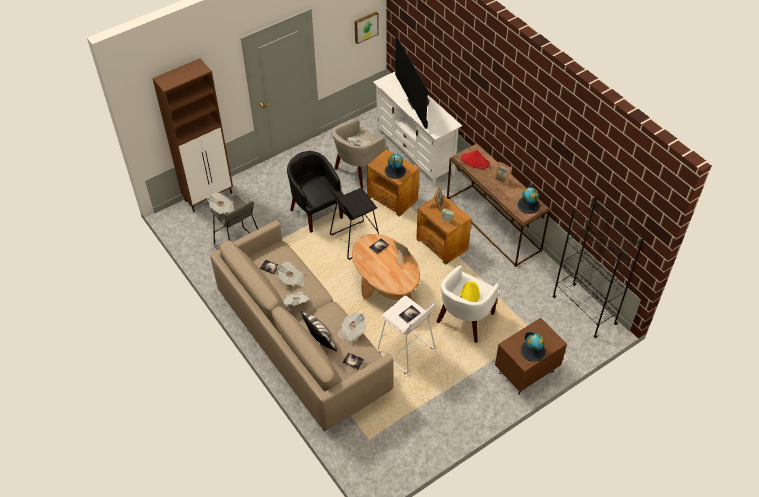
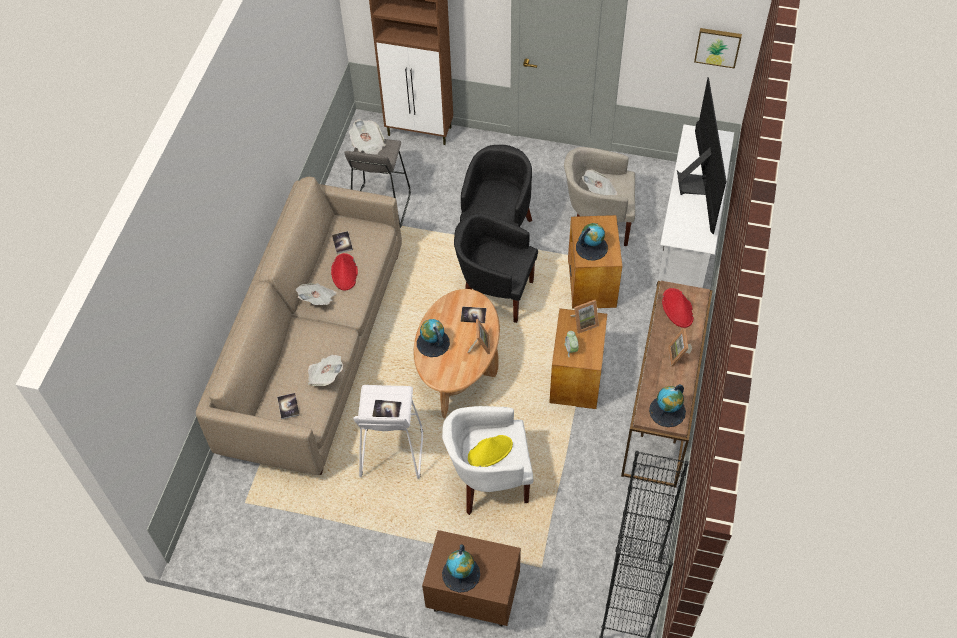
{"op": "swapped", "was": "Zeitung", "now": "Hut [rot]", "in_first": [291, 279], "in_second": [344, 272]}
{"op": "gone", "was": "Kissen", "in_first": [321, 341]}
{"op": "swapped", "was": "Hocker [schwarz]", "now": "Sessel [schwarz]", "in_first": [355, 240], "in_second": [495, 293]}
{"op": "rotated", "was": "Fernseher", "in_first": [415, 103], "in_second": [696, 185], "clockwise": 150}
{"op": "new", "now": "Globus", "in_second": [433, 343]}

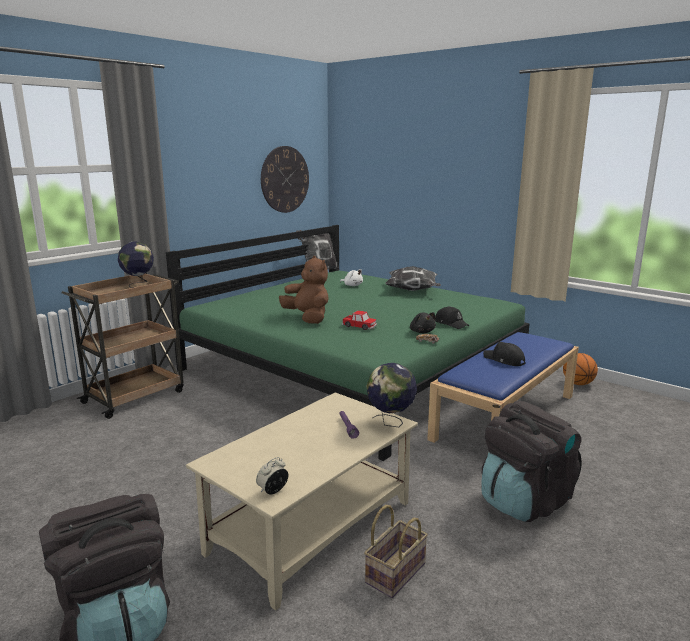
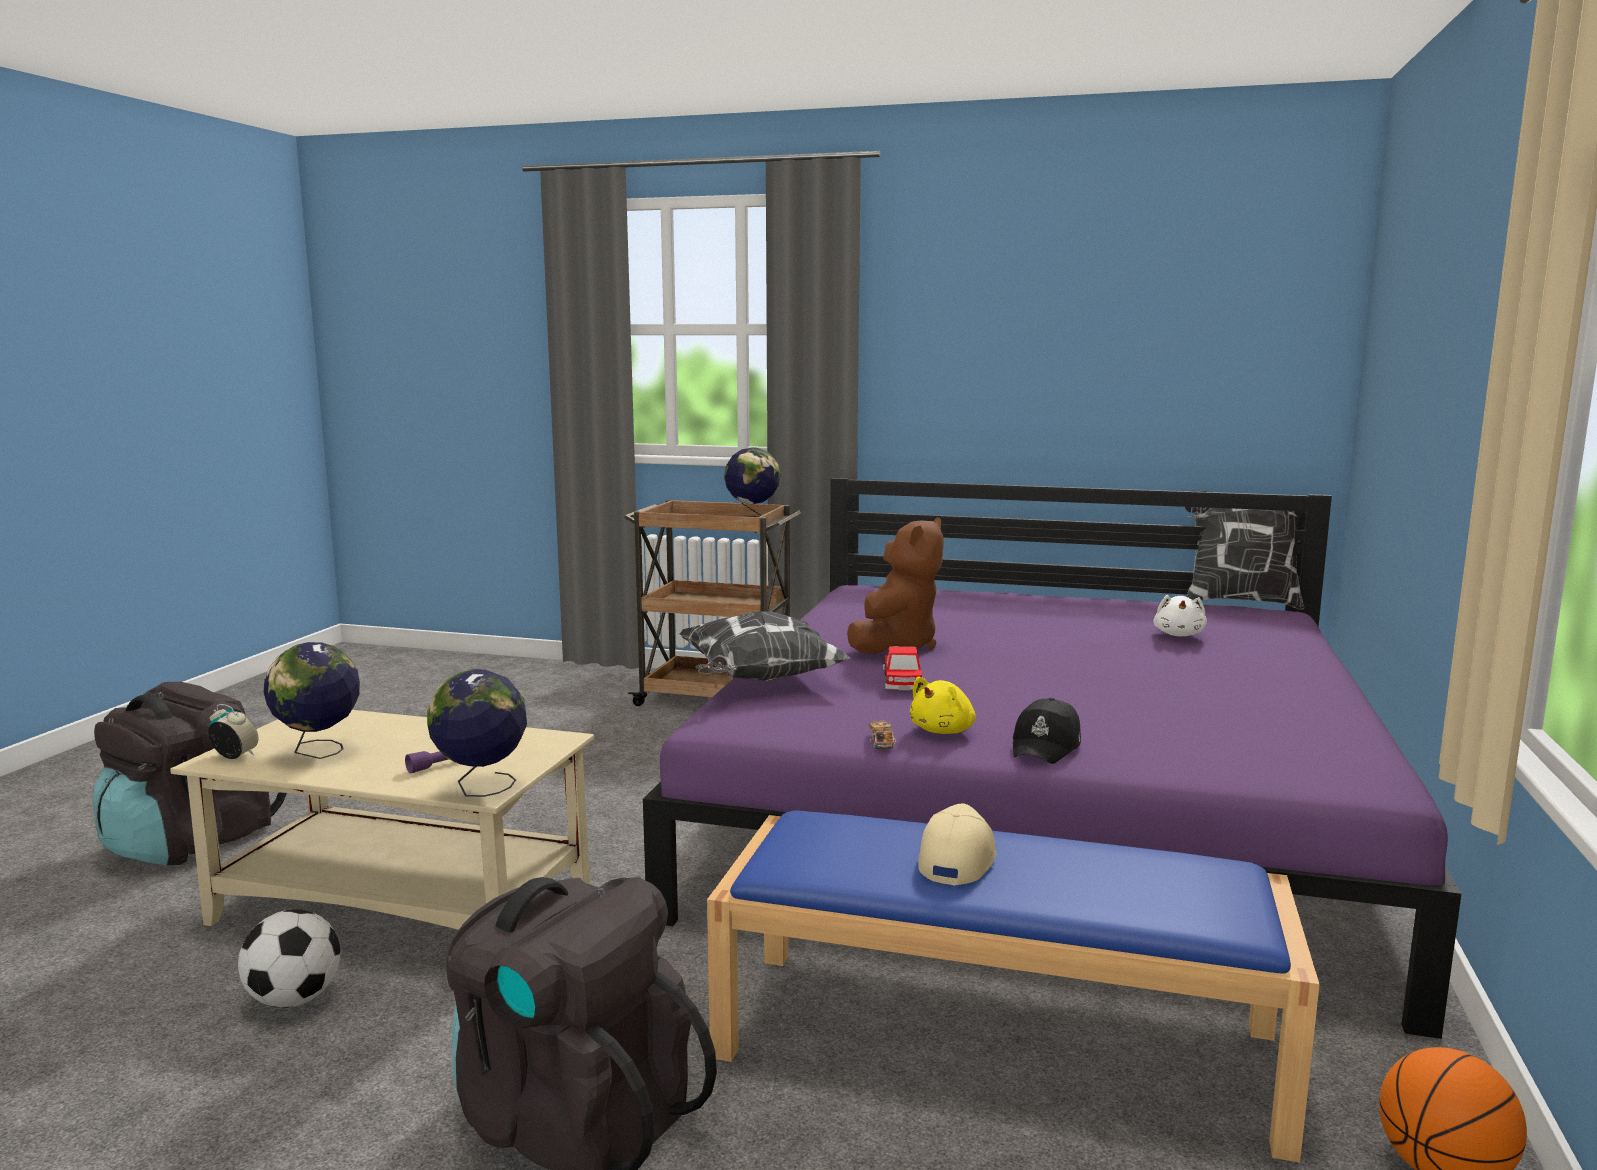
{"op": "repainted", "was": "Bett [grün]", "now": "Bett [lila]", "in_first": [353, 367], "in_second": [1039, 811]}
{"op": "gone", "was": "Wanduhr", "in_first": [285, 179]}
{"op": "swapped", "was": "Korb", "now": "Fußball", "in_first": [395, 571], "in_second": [294, 999]}
{"op": "shifted", "was": "Kissen", "in_first": [413, 291], "in_second": [759, 681]}
{"op": "repainted", "was": "Plüschtier [schwarz]", "now": "Plüschtier [gelb]", "in_first": [422, 332], "in_second": [944, 730]}
{"op": "repainted", "was": "Kappe [schwarz]", "now": "Kappe [beige]", "in_first": [504, 360], "in_second": [956, 859]}
{"op": "new", "now": "Globus", "in_second": [318, 752]}

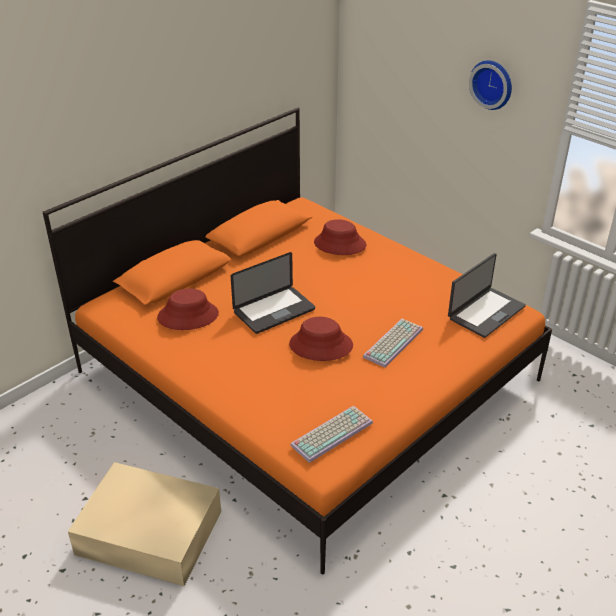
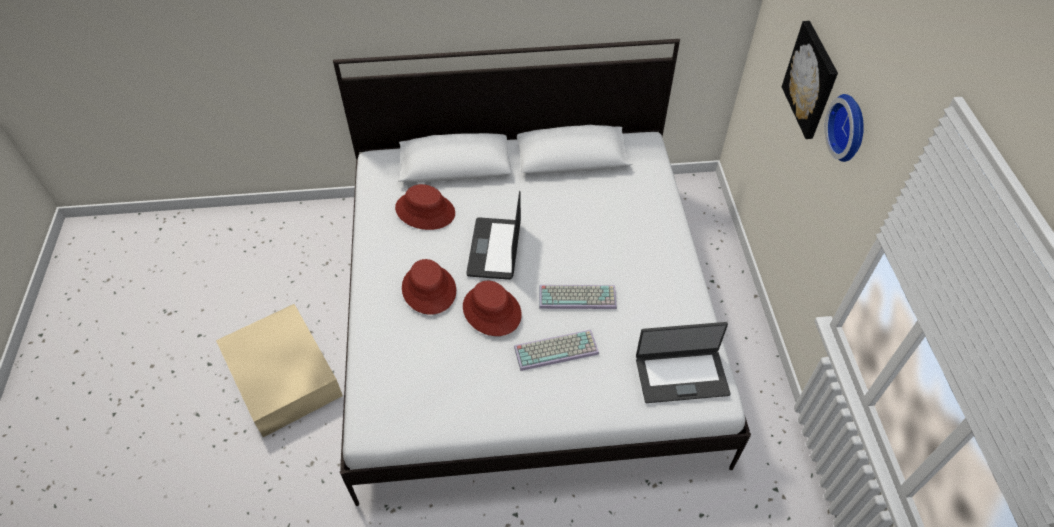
{"op": "repainted", "was": "Bett [orange]", "now": "Bett [weiß]", "in_first": [307, 375], "in_second": [527, 317]}
{"op": "rotated", "was": "Laptop", "in_first": [274, 311], "in_second": [494, 249], "clockwise": 90}
{"op": "shifted", "was": "Tastatur", "in_first": [332, 432], "in_second": [578, 296]}
{"op": "shifted", "was": "Hut [rot]", "in_first": [339, 244], "in_second": [428, 289]}
{"op": "new", "now": "Bild", "in_second": [812, 80]}

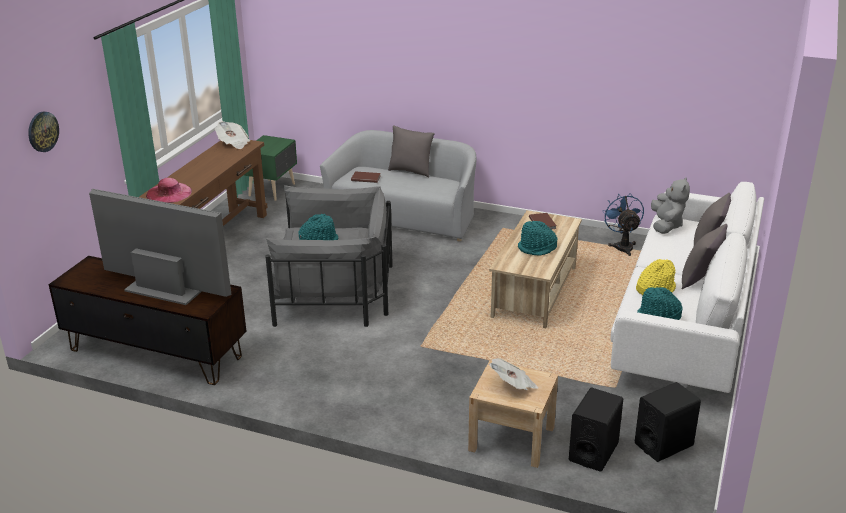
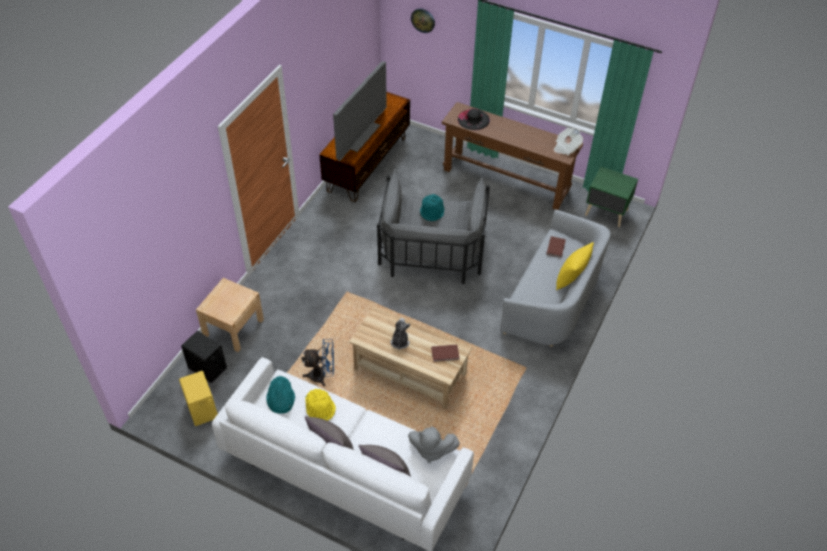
{"op": "repainted", "was": "Hut [rosa]", "now": "Hut [schwarz]", "in_first": [169, 193], "in_second": [473, 119]}
{"op": "repainted", "was": "Kissen [grau]", "now": "Kissen [gelb]", "in_first": [411, 171], "in_second": [571, 279]}
{"op": "gone", "was": "Zeitung", "in_first": [513, 385]}
{"op": "swapped", "was": "Hut [türkis]", "now": "Plüschtier", "in_first": [537, 248], "in_second": [400, 342]}
{"op": "shifted", "was": "Ventilator [blau]", "in_first": [622, 246], "in_second": [322, 376]}
{"op": "repainted", "was": "Lautsprecher [schwarz]", "now": "Lautsprecher [gelb]", "in_first": [663, 444], "in_second": [202, 409]}

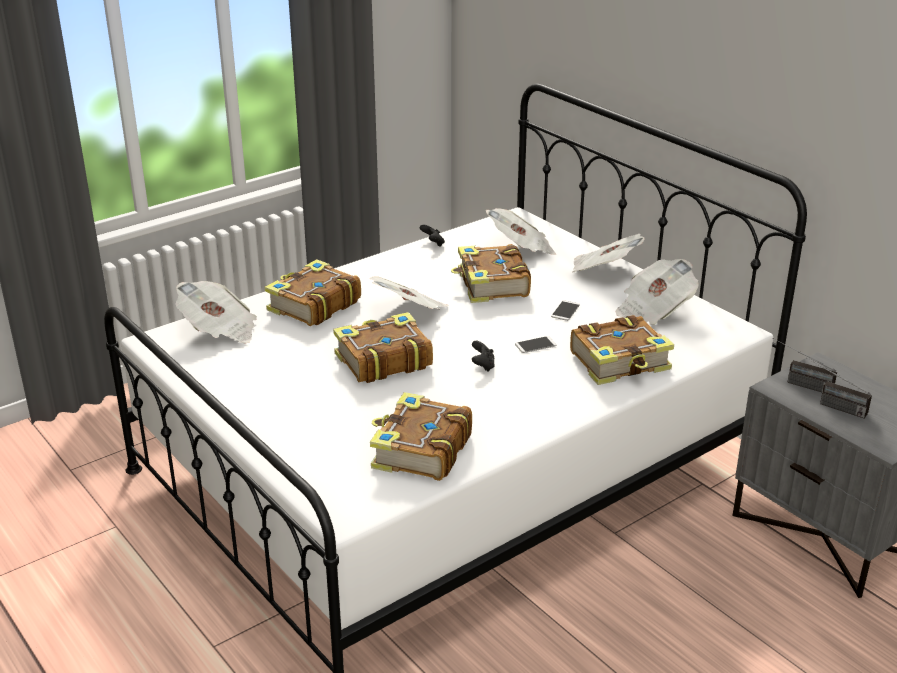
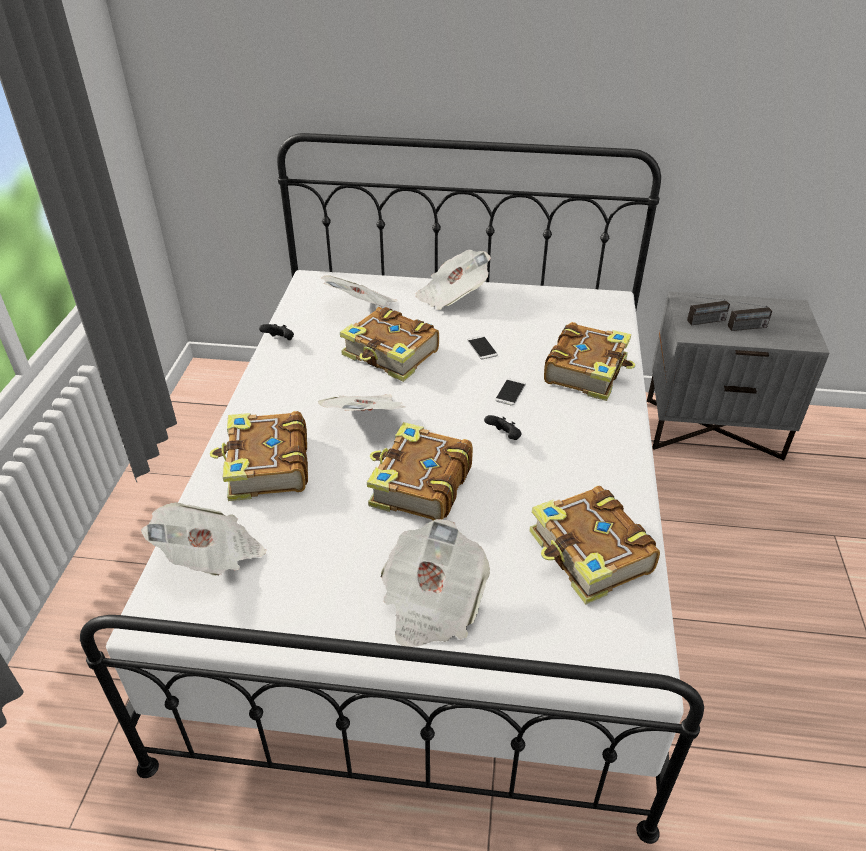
{"op": "shifted", "was": "Zeitung", "in_first": [653, 310], "in_second": [432, 604]}

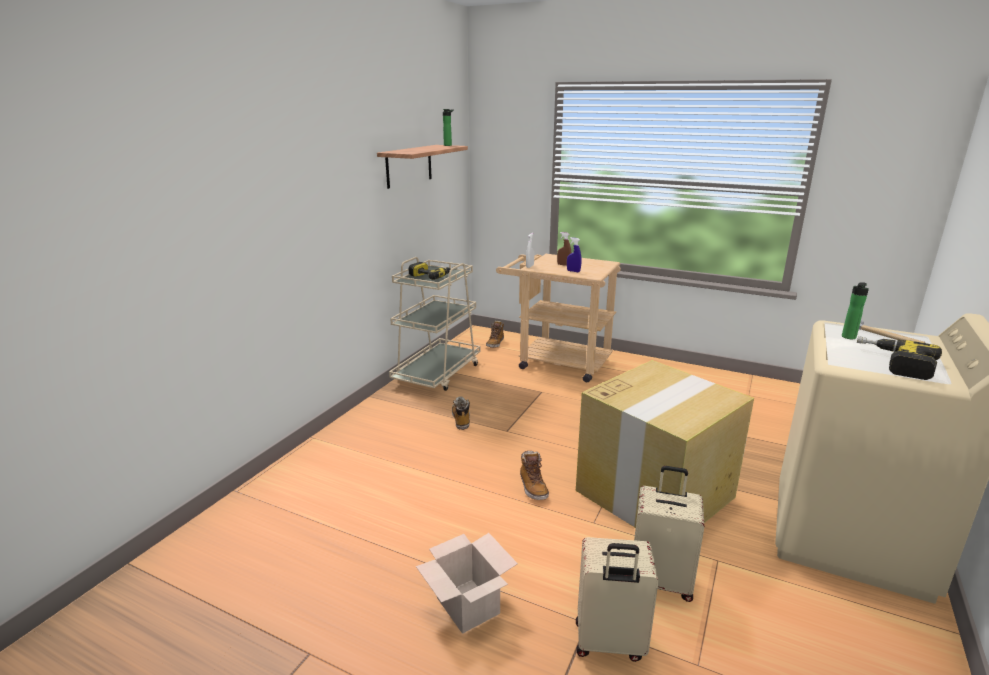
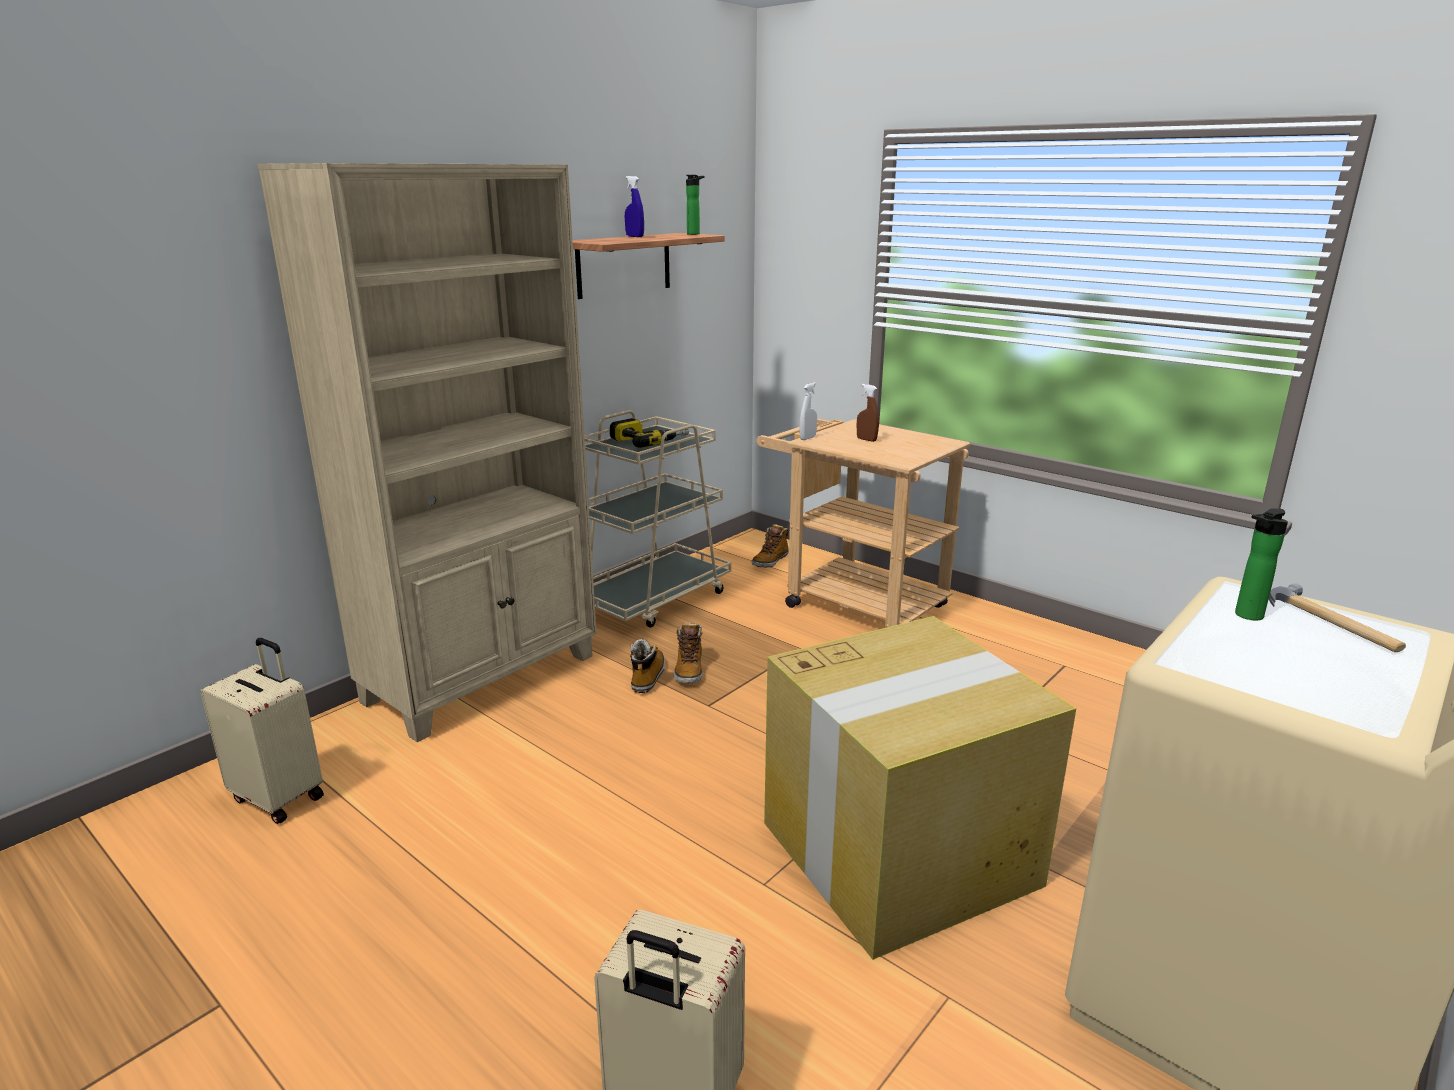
{"op": "gone", "was": "Karton", "in_first": [466, 605]}
{"op": "shifted", "was": "Stiefel", "in_first": [533, 487], "in_second": [689, 670]}
{"op": "shifted", "was": "Sprühflasche [blau]", "in_first": [573, 271], "in_second": [634, 236]}
{"op": "shifted", "was": "Koffer [beige]", "in_first": [661, 581], "in_second": [280, 797]}
{"op": "gone", "was": "Bohrmaschine", "in_first": [893, 363]}
{"op": "new", "now": "Bücherregal [beige]", "in_second": [484, 678]}

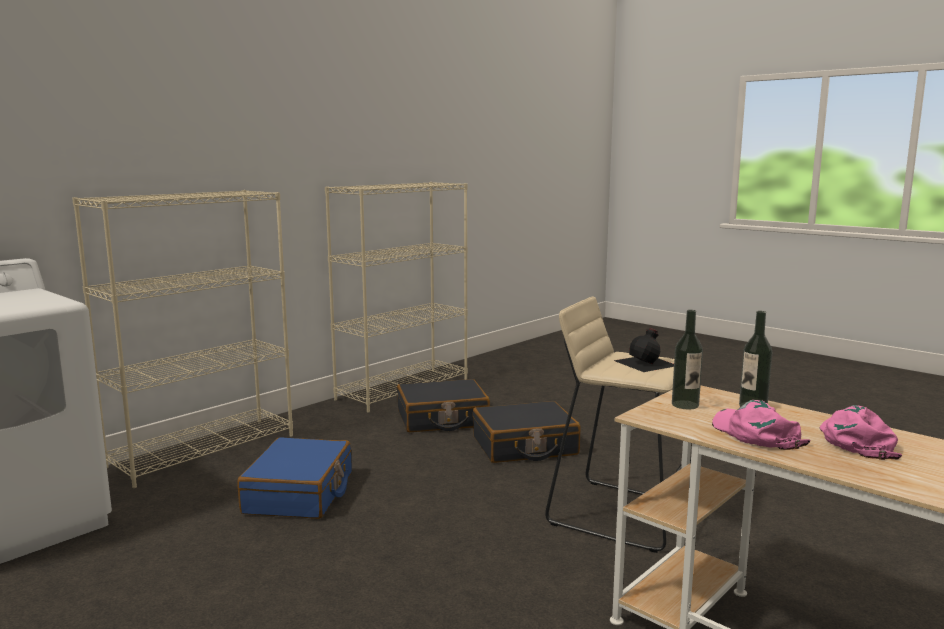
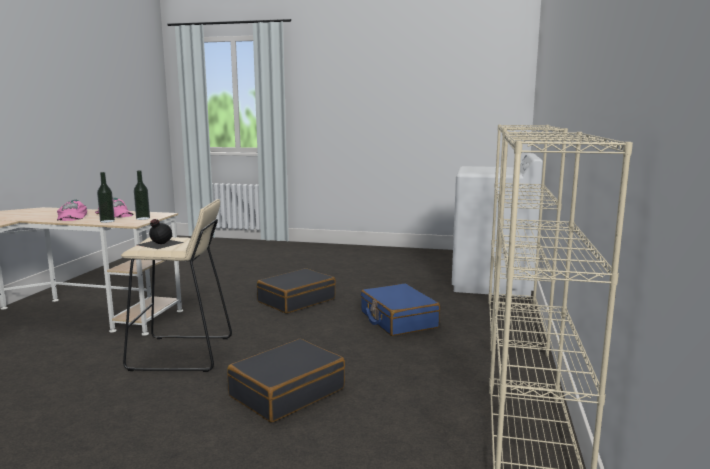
{"op": "shifted", "was": "Koffer [schwarz]", "in_first": [442, 419], "in_second": [296, 300]}

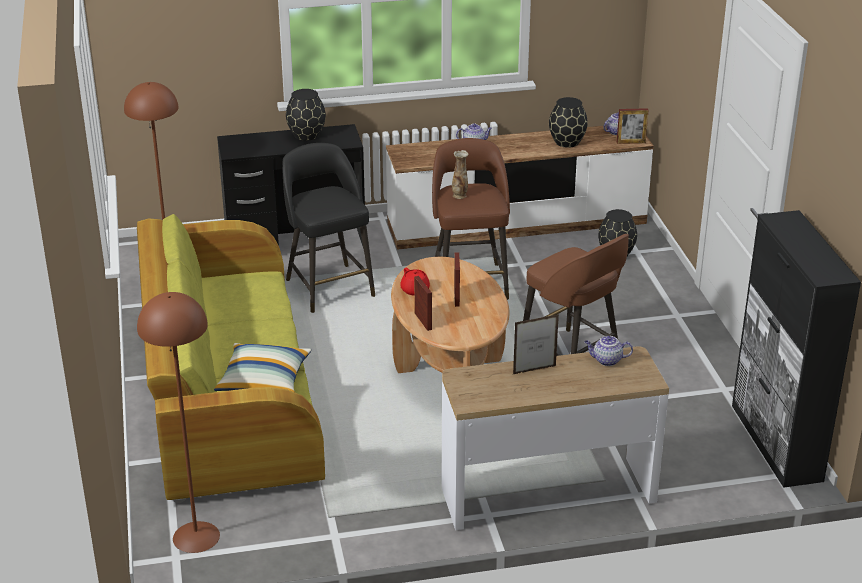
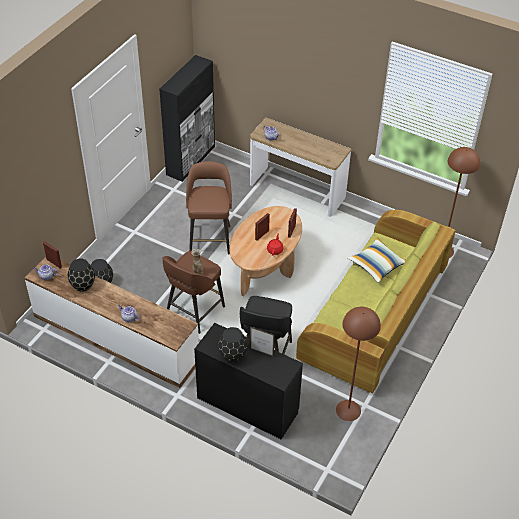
{"op": "shifted", "was": "Bilderrahmen", "in_first": [534, 370], "in_second": [261, 352]}

